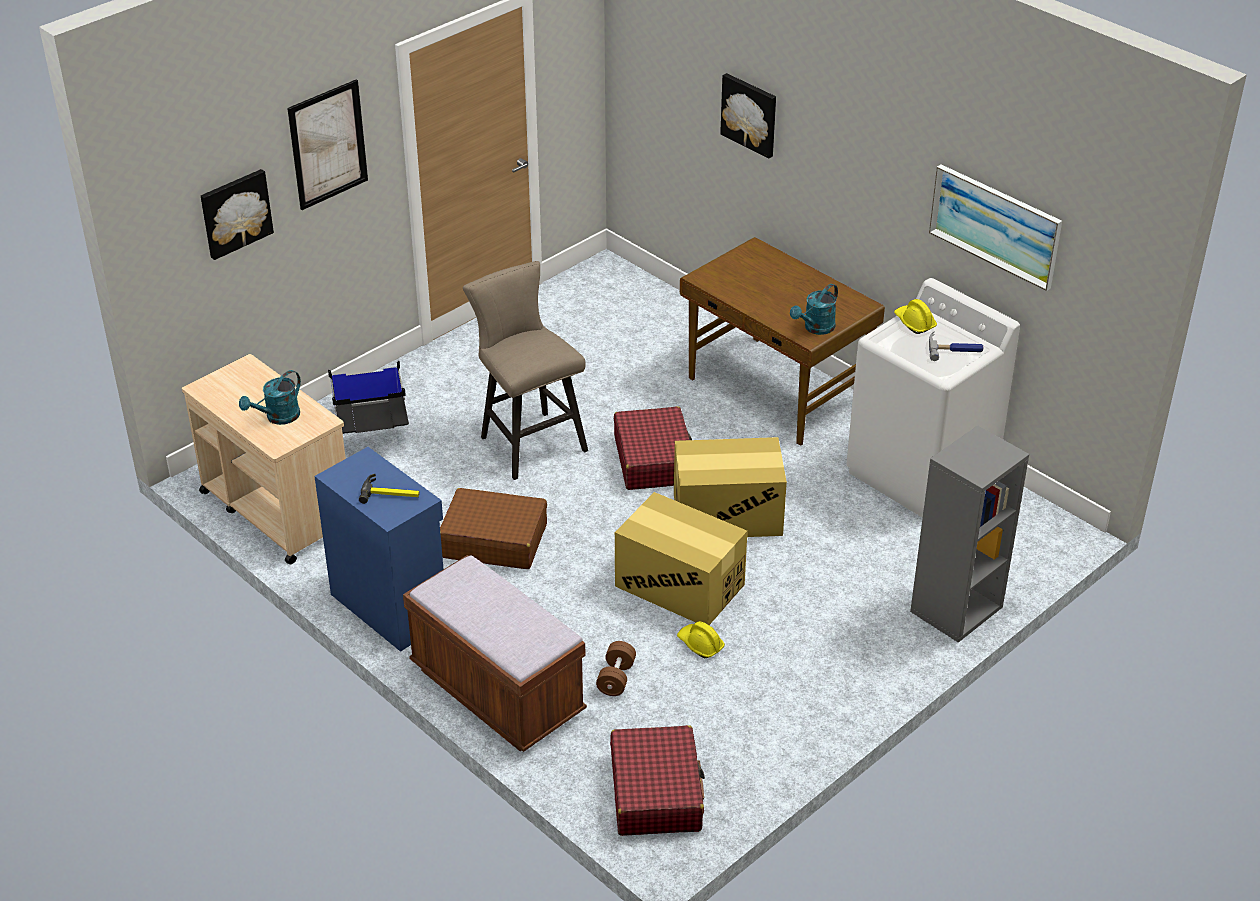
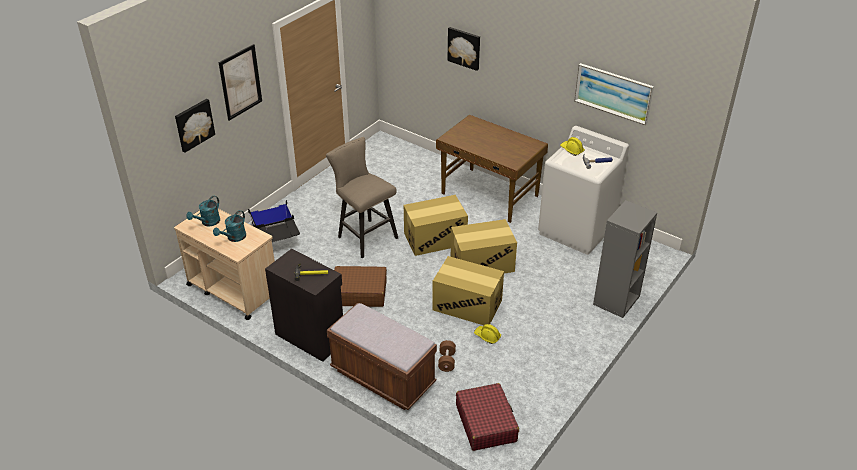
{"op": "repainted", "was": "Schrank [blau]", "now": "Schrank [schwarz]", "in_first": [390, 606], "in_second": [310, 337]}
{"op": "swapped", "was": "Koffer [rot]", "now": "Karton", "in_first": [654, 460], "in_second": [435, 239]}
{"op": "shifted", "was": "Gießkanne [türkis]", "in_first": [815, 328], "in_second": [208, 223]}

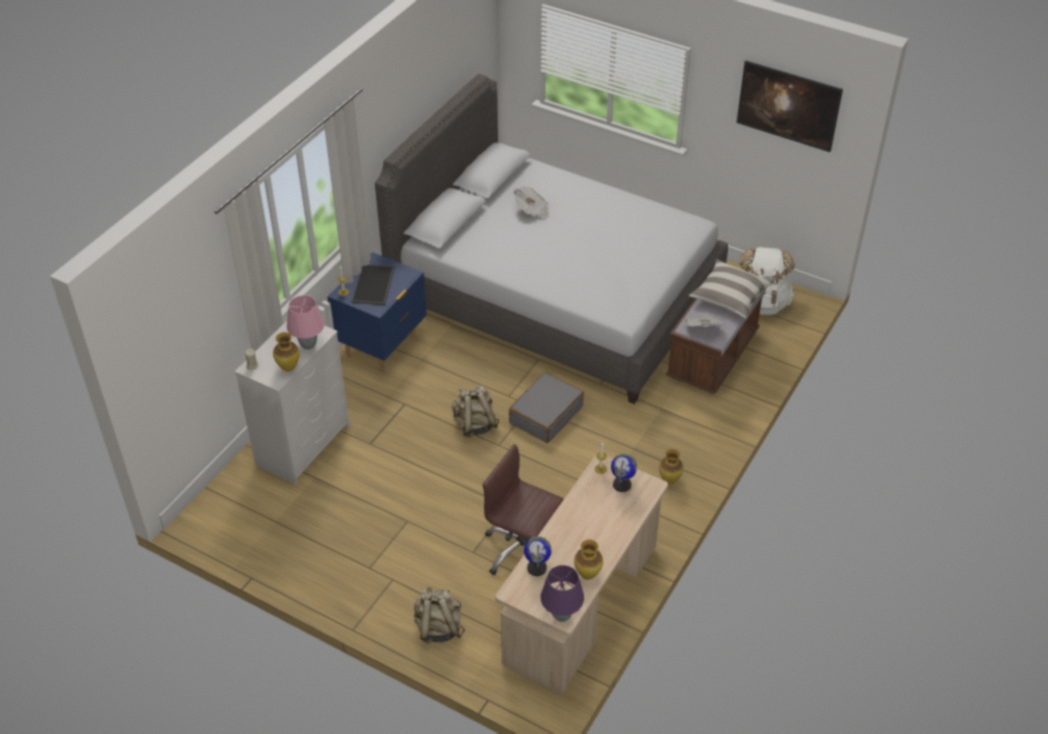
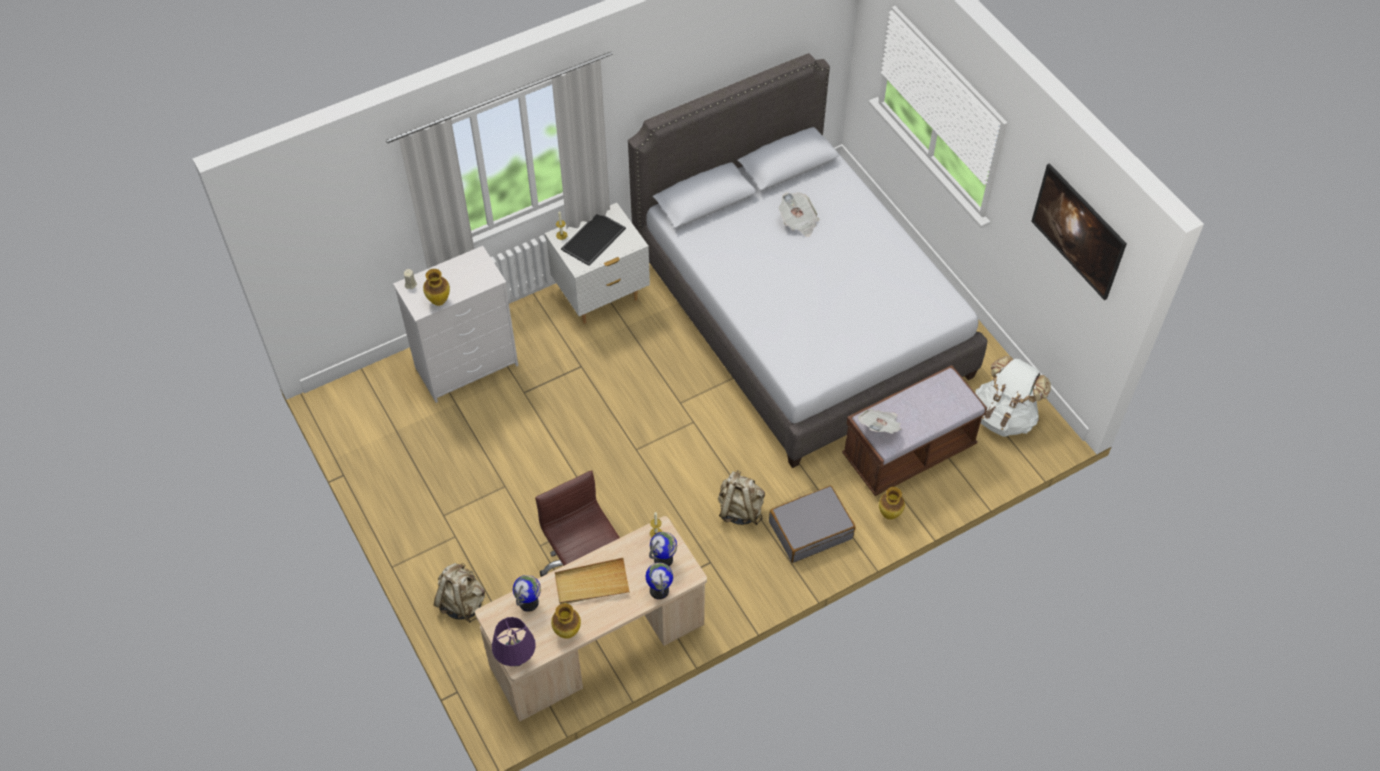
{"op": "gone", "was": "Tischlampe [rosa]", "in_first": [309, 345]}
{"op": "repainted", "was": "Nachttisch [blau]", "now": "Nachttisch [weiß]", "in_first": [382, 347], "in_second": [600, 297]}
{"op": "shifted", "was": "Rucksack [beige]", "in_first": [474, 425], "in_second": [740, 509]}
{"op": "shifted", "was": "Koffer [grau]", "in_first": [545, 415], "in_second": [810, 529]}
{"op": "shifted", "was": "Vase", "in_first": [669, 481], "in_second": [889, 515]}
{"op": "gone", "was": "Kissen", "in_first": [730, 297]}
{"op": "new", "now": "Tablett [beige]", "in_second": [591, 583]}
{"op": "new", "now": "Globus", "in_second": [659, 590]}

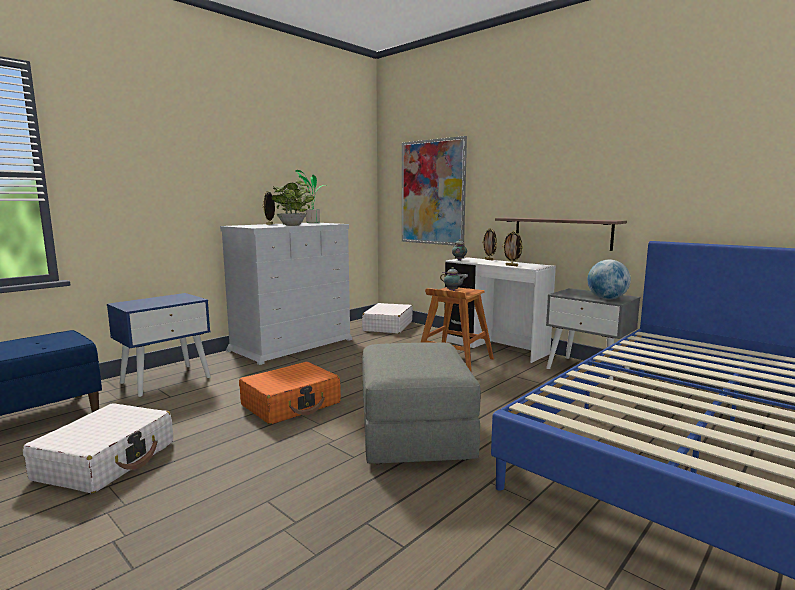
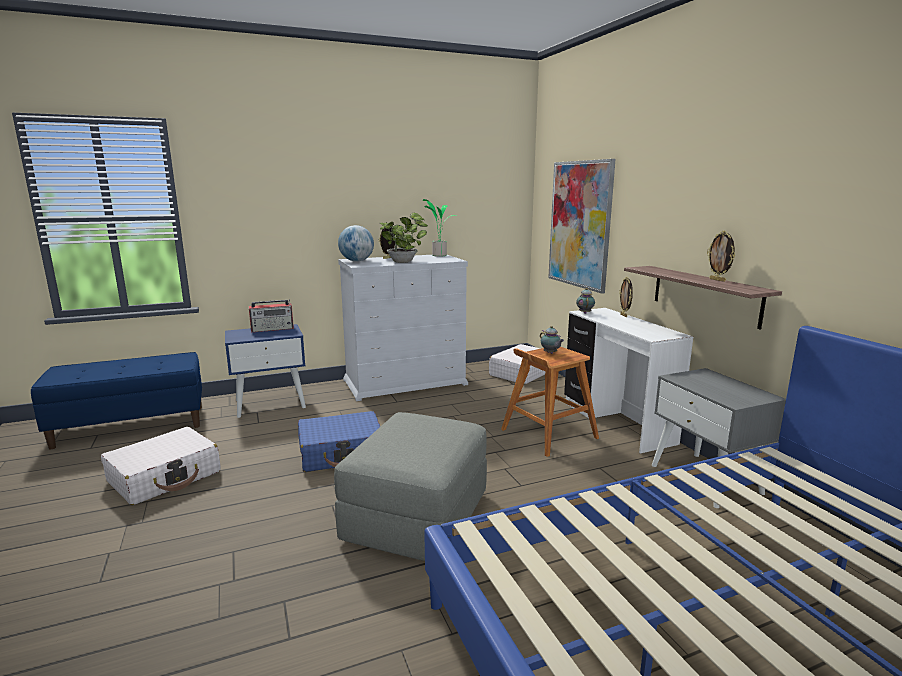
{"op": "repainted", "was": "Koffer [orange]", "now": "Koffer [blau]", "in_first": [291, 404], "in_second": [342, 453]}
{"op": "shifted", "was": "Bilderrahmen", "in_first": [512, 265], "in_second": [717, 280]}
{"op": "shifted", "was": "Globus", "in_first": [607, 299], "in_second": [357, 261]}
{"op": "new", "now": "Radio", "in_second": [273, 329]}

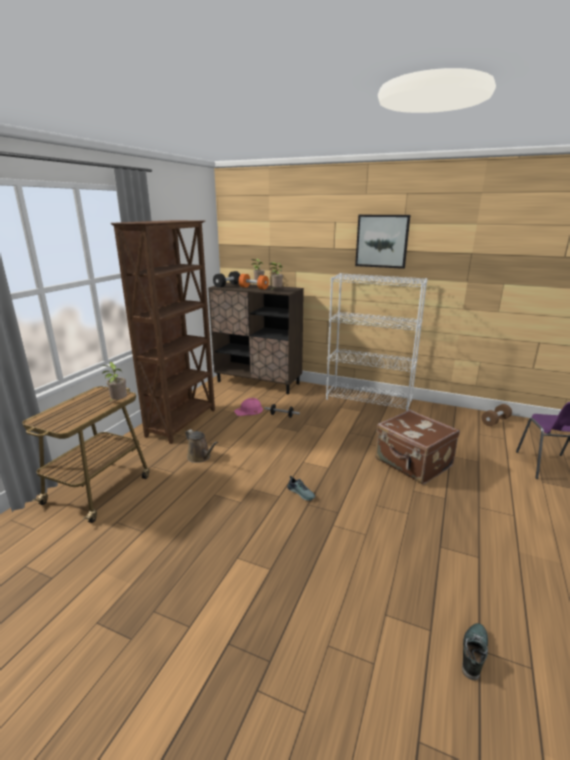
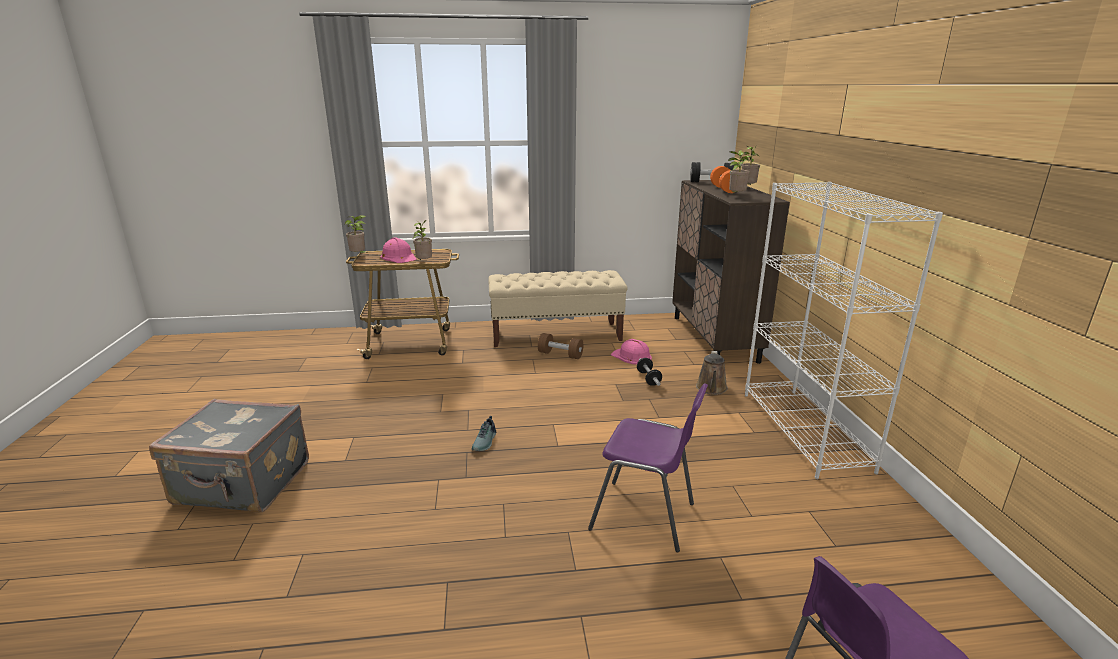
{"op": "swapped", "was": "Bücherregal [braun]", "now": "Bank [beige]", "in_first": [183, 422], "in_second": [556, 334]}
{"op": "shifted", "was": "Gießkanne [braun]", "in_first": [200, 457], "in_second": [711, 389]}
{"op": "gone", "was": "Bild", "in_first": [382, 241]}
{"op": "swapped", "was": "Koffer [braun]", "now": "Stuhl [lila]", "in_first": [412, 463], "in_second": [645, 517]}
{"op": "gone", "was": "Schuh", "in_first": [473, 652]}
{"op": "shifted", "was": "Hantel [braun]", "in_first": [495, 421], "in_second": [560, 355]}
{"op": "new", "now": "Koffer [grau]", "in_second": [243, 484]}
{"op": "new", "now": "Topfpflanze", "in_second": [359, 255]}
{"op": "new", "now": "Schutzhelm [rosa]", "in_second": [399, 257]}

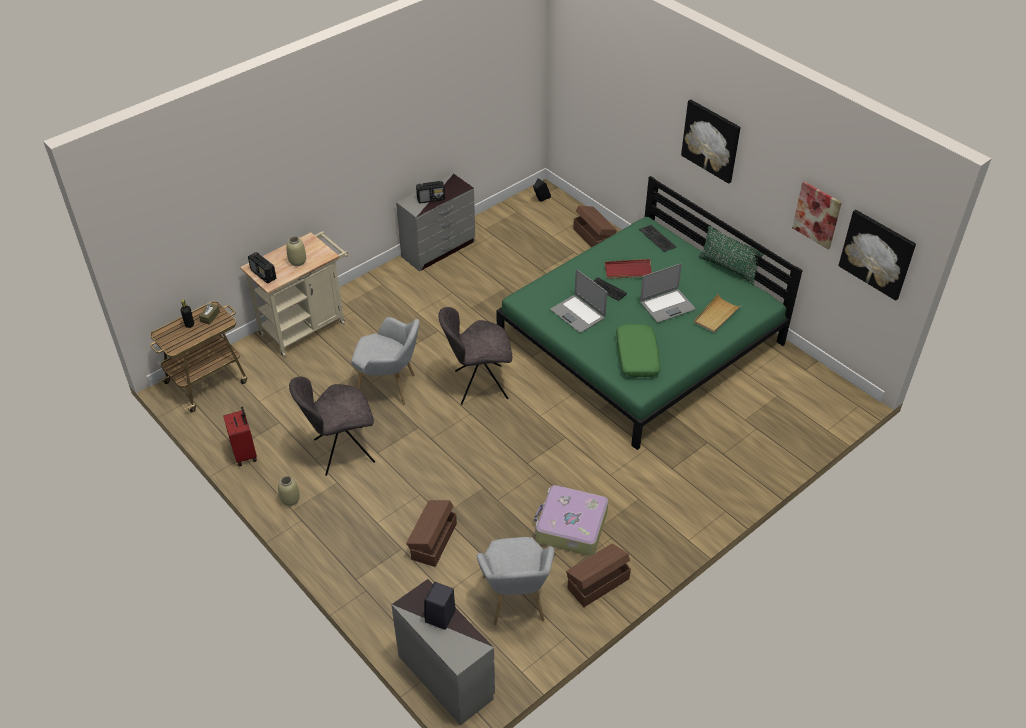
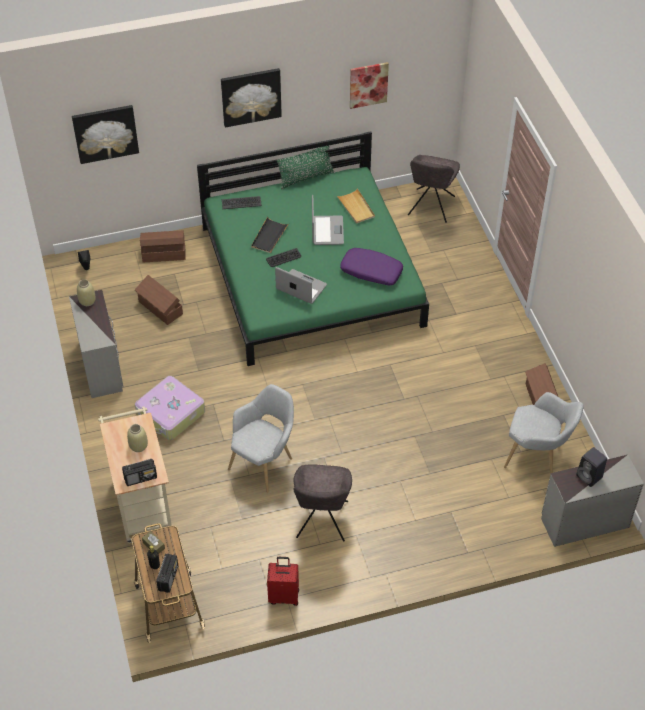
{"op": "shifted", "was": "Vase [beige]", "in_first": [290, 500], "in_second": [87, 301]}
{"op": "shifted", "was": "Aufbewahrungsbox [braun]", "in_first": [433, 541], "in_second": [160, 308]}
{"op": "shifted", "was": "Radio", "in_first": [431, 199], "in_second": [168, 578]}
{"op": "shifted", "was": "Stuhl [grau]", "in_first": [478, 385], "in_second": [430, 207]}
{"op": "shifted", "was": "Koffer", "in_first": [570, 527], "in_second": [170, 414]}
{"op": "rotated", "was": "Laptop", "in_first": [578, 314], "in_second": [301, 288], "clockwise": -135}
{"op": "repainted", "was": "Tablett [rot]", "now": "Tablett [schwarz]", "in_first": [628, 271], "in_second": [269, 237]}
{"op": "repainted", "was": "Kissen [grün]", "now": "Kissen [lila]", "in_first": [636, 356], "in_second": [371, 272]}
{"op": "shifted", "was": "Bild", "in_first": [877, 254], "in_second": [105, 133]}

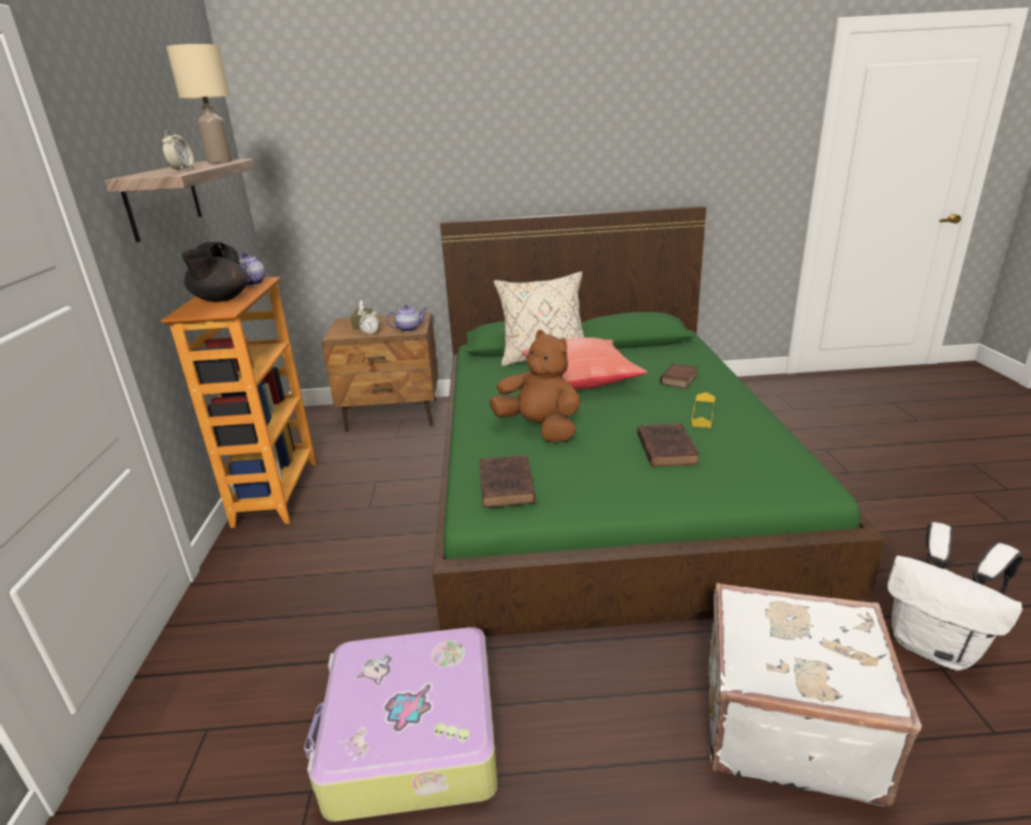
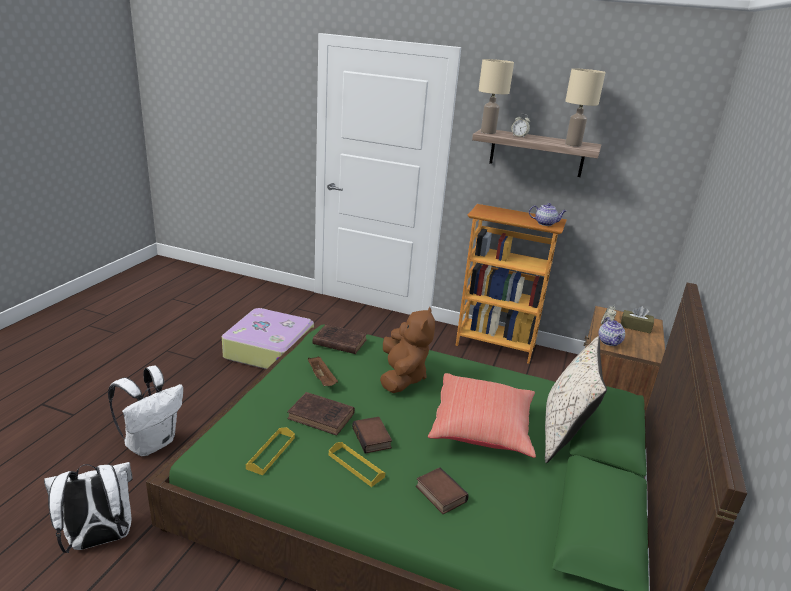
{"op": "gone", "was": "Teekanne [schwarz]", "in_first": [220, 299]}
{"op": "rotated", "was": "Plüschtier [braun]", "in_first": [540, 429], "in_second": [402, 377], "clockwise": -60}
{"op": "swapped", "was": "Koffer [weiß]", "now": "Rucksack [weiß]", "in_first": [785, 723], "in_second": [151, 443]}
{"op": "new", "now": "Tablett [gelb]", "in_second": [271, 453]}
{"op": "new", "now": "Tablett [braun]", "in_second": [322, 379]}
{"op": "new", "now": "Buch", "in_second": [373, 438]}
{"op": "new", "now": "Tischlampe [beige]", "in_second": [488, 132]}

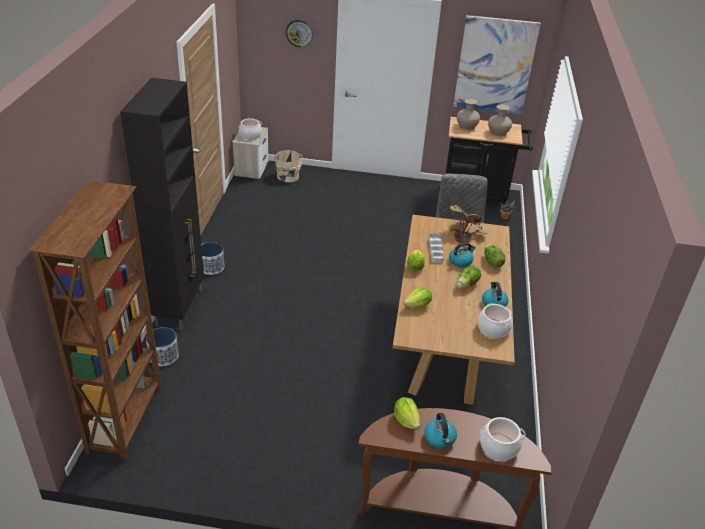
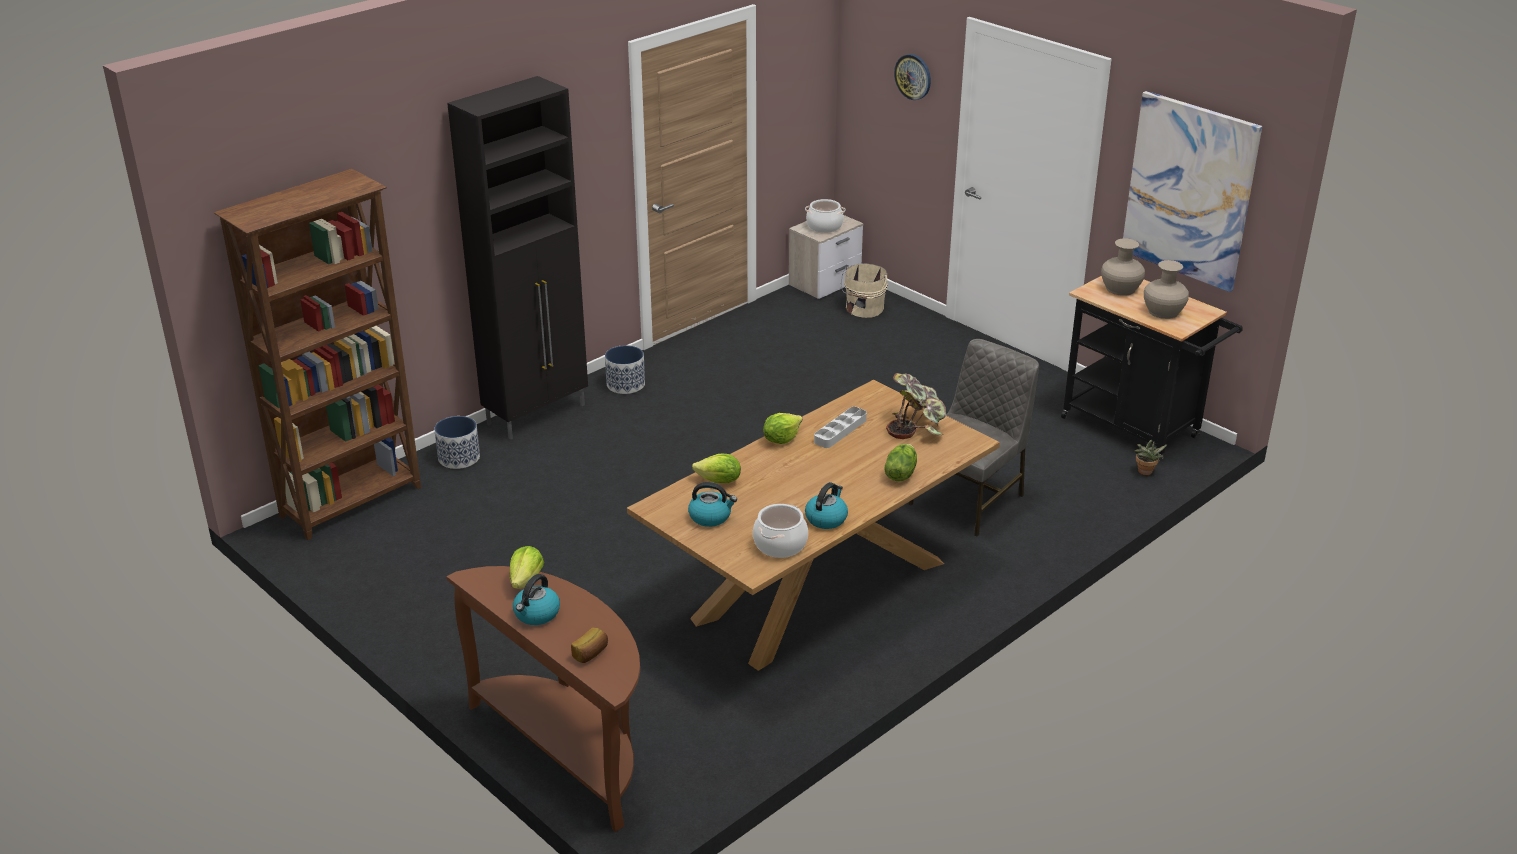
{"op": "shifted", "was": "Wasserkessel", "in_first": [460, 261], "in_second": [711, 517]}
{"op": "gone", "was": "Salatkopf", "in_first": [467, 284]}
{"op": "swapped", "was": "Kochtopf", "now": "Brot", "in_first": [498, 447], "in_second": [591, 653]}

